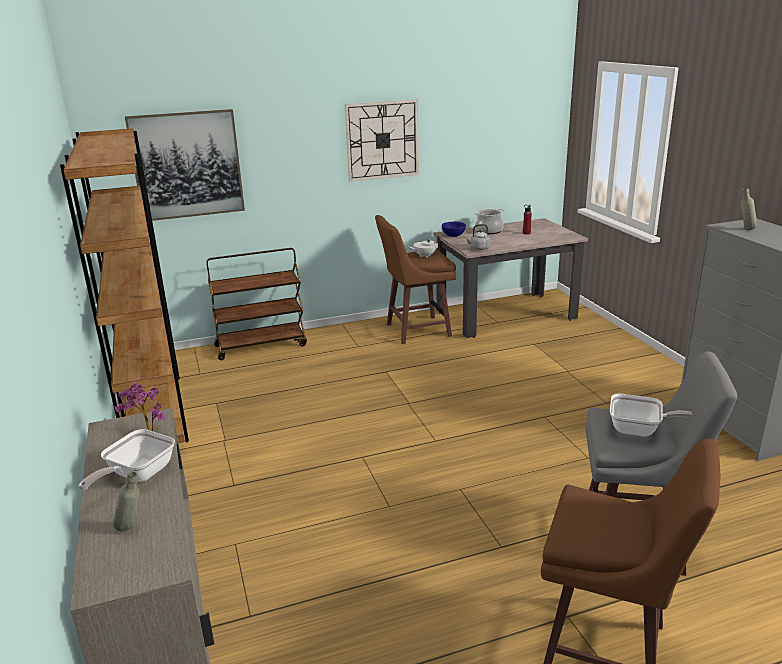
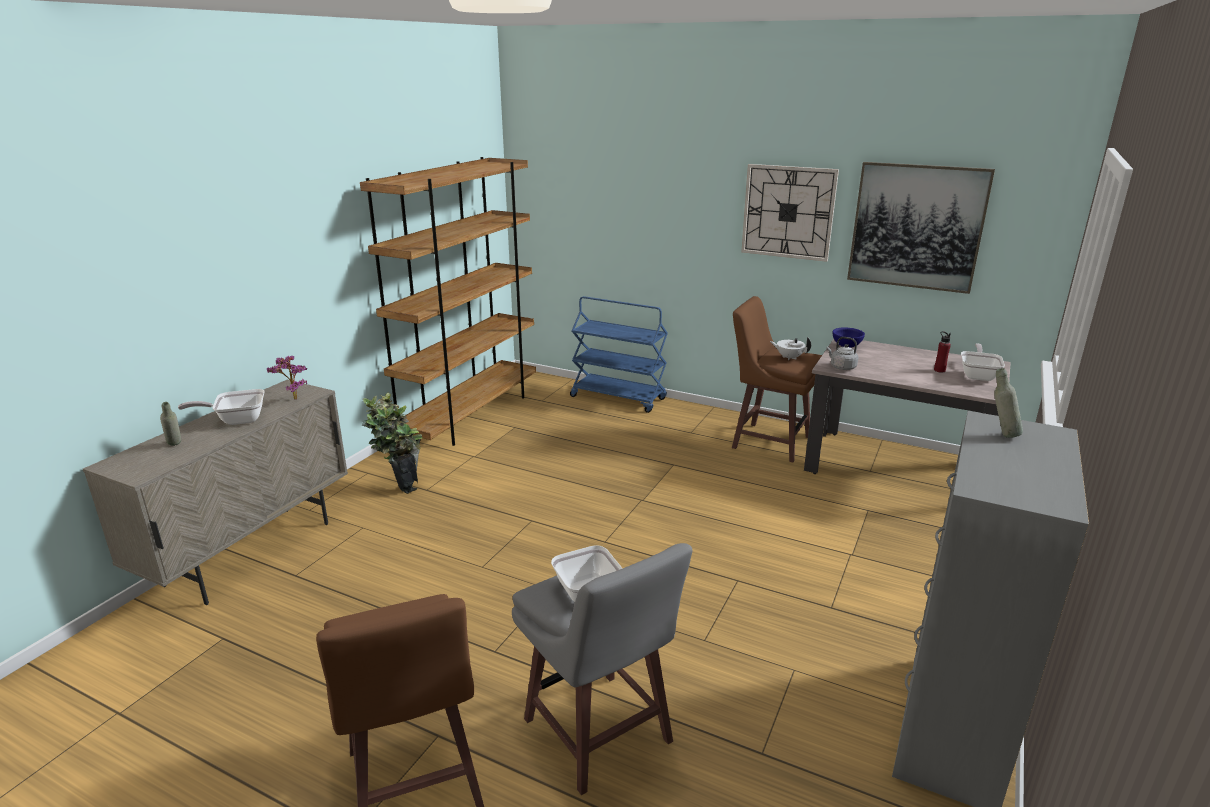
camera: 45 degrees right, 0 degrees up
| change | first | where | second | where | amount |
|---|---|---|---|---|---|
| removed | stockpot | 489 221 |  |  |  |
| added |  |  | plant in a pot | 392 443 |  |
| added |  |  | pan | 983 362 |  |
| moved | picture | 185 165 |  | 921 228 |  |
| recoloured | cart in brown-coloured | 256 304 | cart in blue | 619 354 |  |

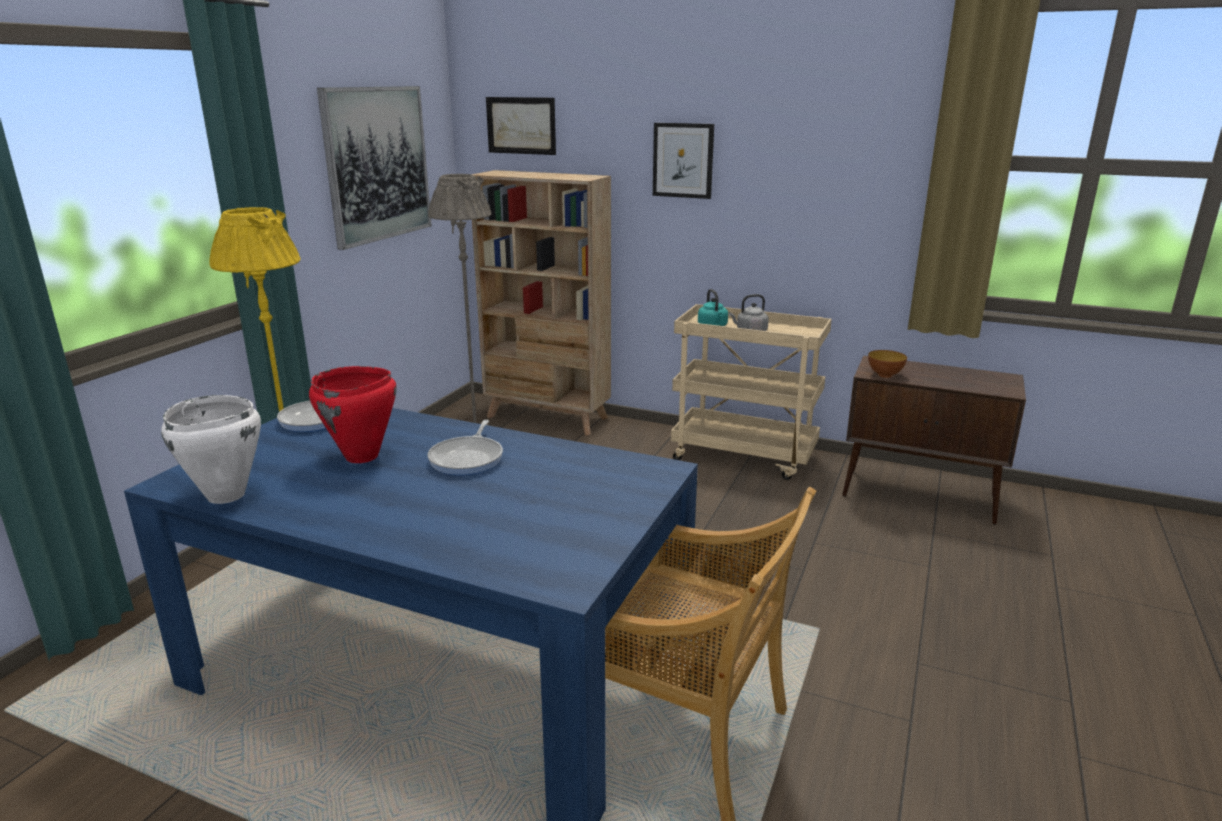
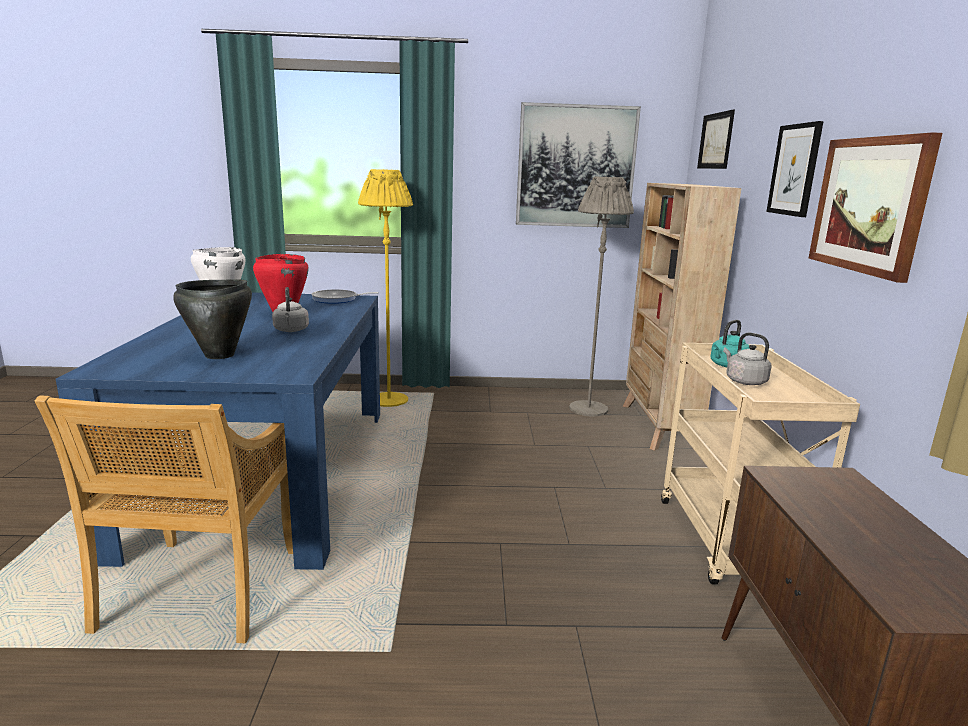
camera: 65 degrees right, 5 degrees down
| change | first | where | second | where | amount |
|---|---|---|---|---|---|
| removed | deep dish | 887 364 |  |  |  |
| added |  |  | stockpot in black | 212 319 |  |
| added |  |  | picture | 876 207 |  |
| replaced | pan | 465 447 | tea kettle in greyish | 290 309 |  |

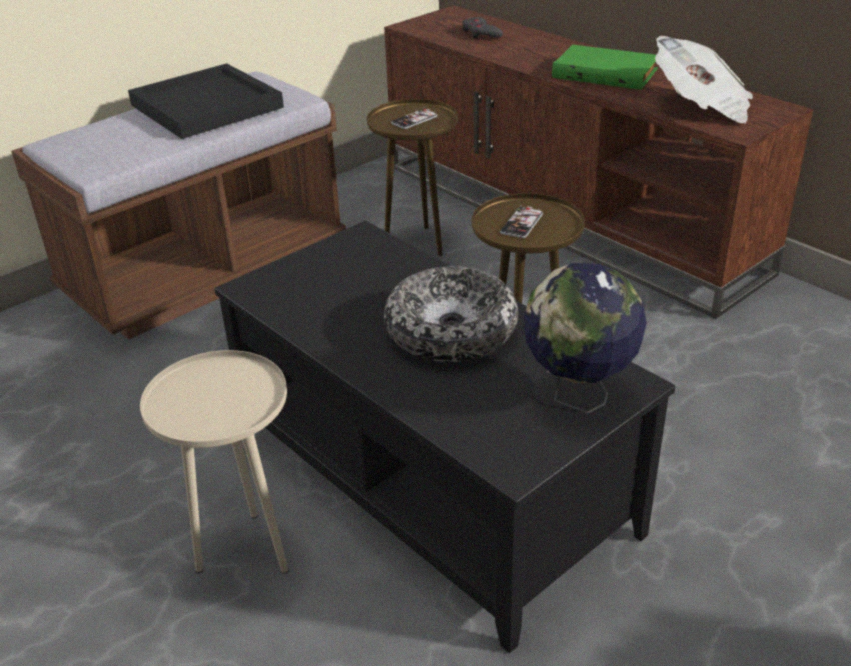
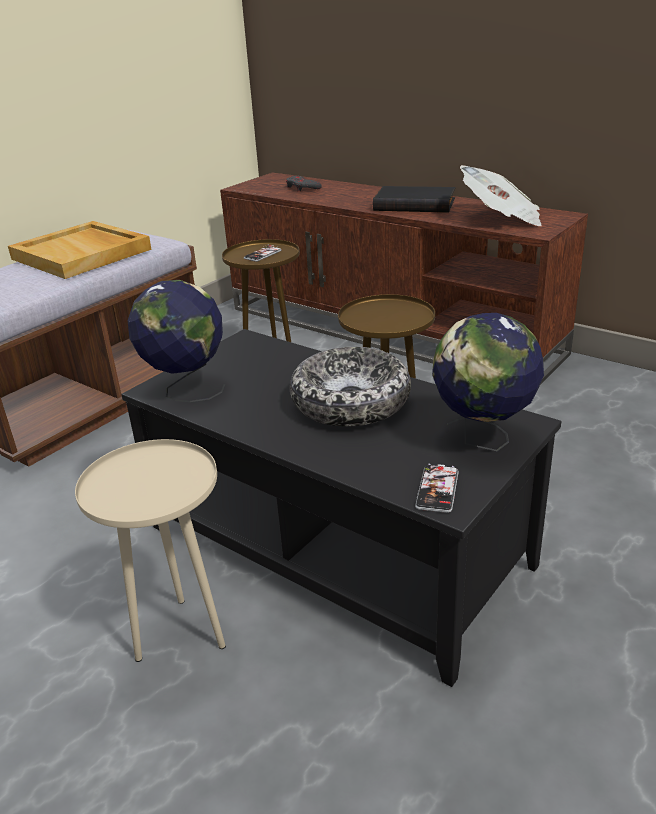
camera: 10 degrees left, 5 degrees down
| change | first | where | second | where | amount |
|---|---|---|---|---|---|
| added |  |  | desk globe | 176 341 |  |
| moved | telephone | 521 221 |  | 437 488 |  |
| recoloured | carrying tray in black | 206 101 | carrying tray in sand-coloured | 80 250 |  |
| recoloured | bound book in greenish | 605 67 | bound book in black | 414 199 |  |

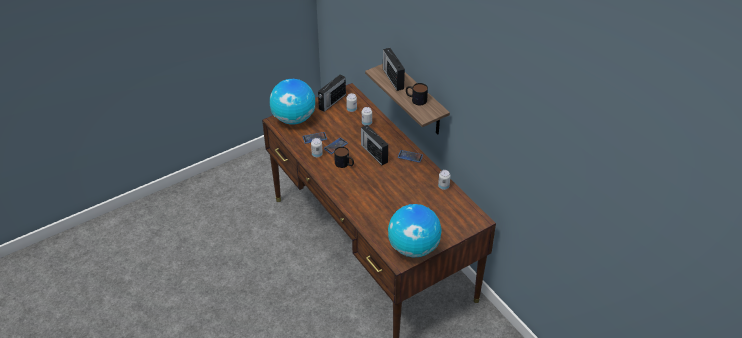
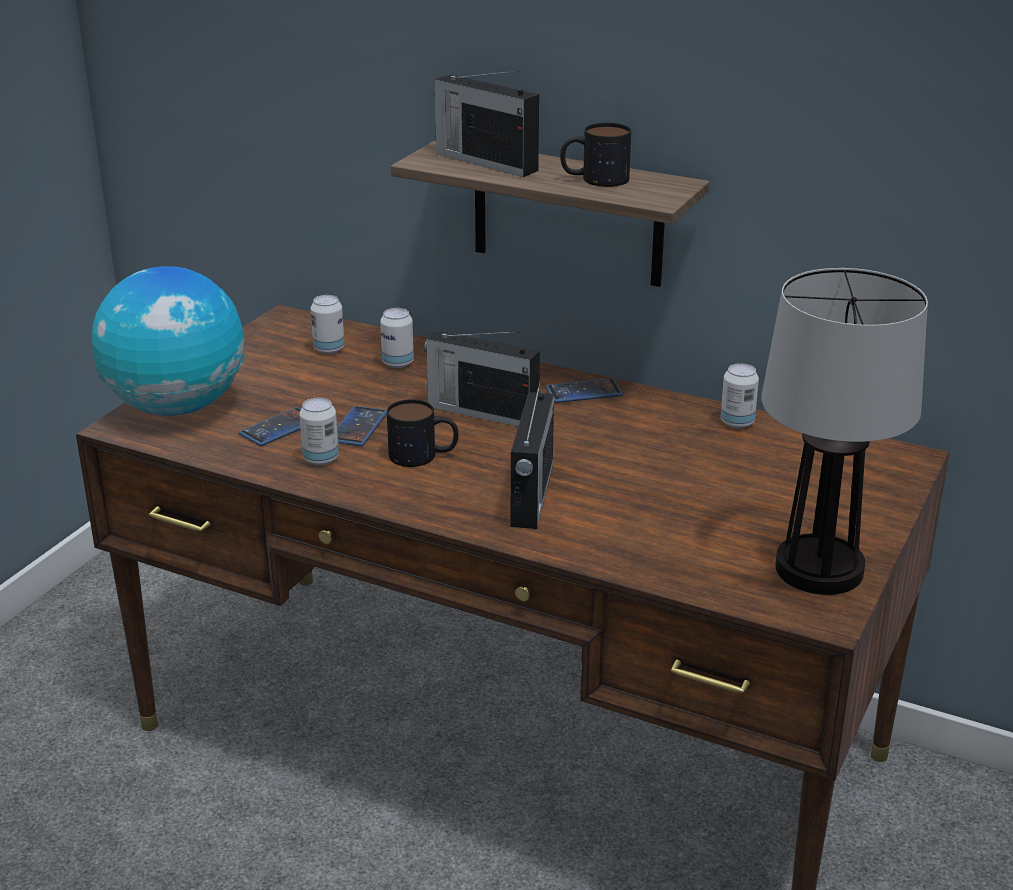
camera: 30 degrees left, 15 degrees down
| change | first | where | second | where | amount |
|---|---|---|---|---|---|
| moved | radio | 332 92 |  | 532 454 |  |
| replaced | desk globe | 415 231 | tabletop lamp | 845 431 |  |

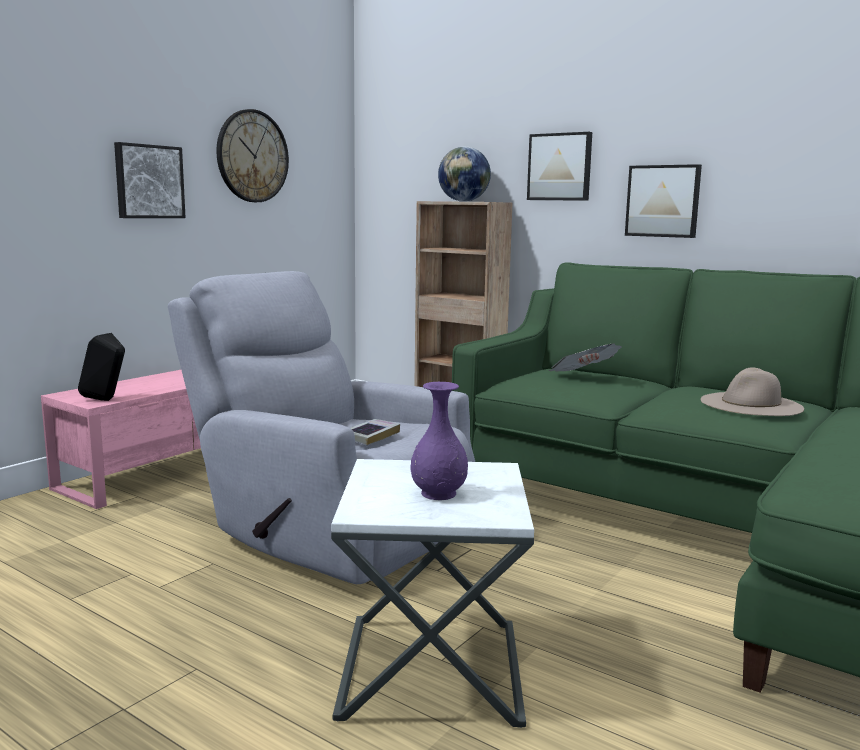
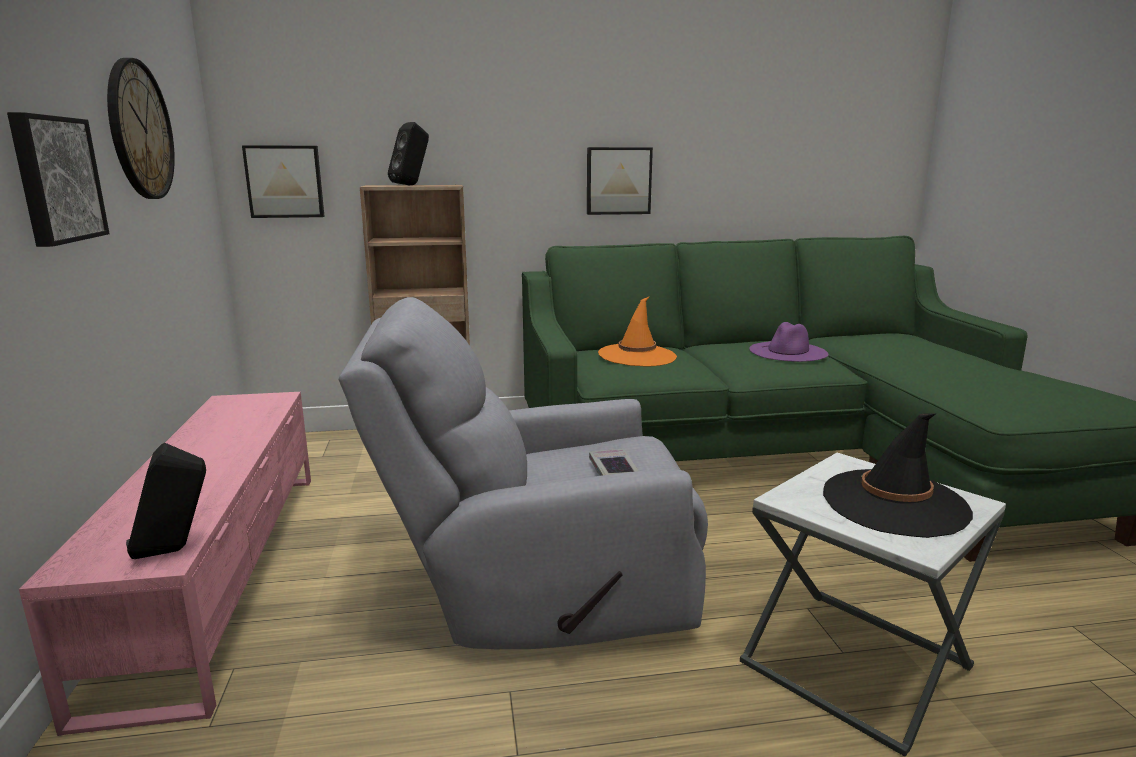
camera: 45 degrees left, 5 degrees up
| change | first | where | second | where | amount |
|---|---|---|---|---|---|
| moved | picture | 559 166 |  | 283 181 |  |
| replaced | flower vase in purple-coloured | 439 441 | wearable hat in black | 898 475 |  |
| replaced | desk globe | 464 174 | audio speaker in black | 408 153 |  |
| replaced | newspaper | 585 357 | wearable hat in orange | 637 331 |  |
| recoloured | wearable hat in sand-coloured | 752 392 | wearable hat in purple-coloured | 789 342 |  |

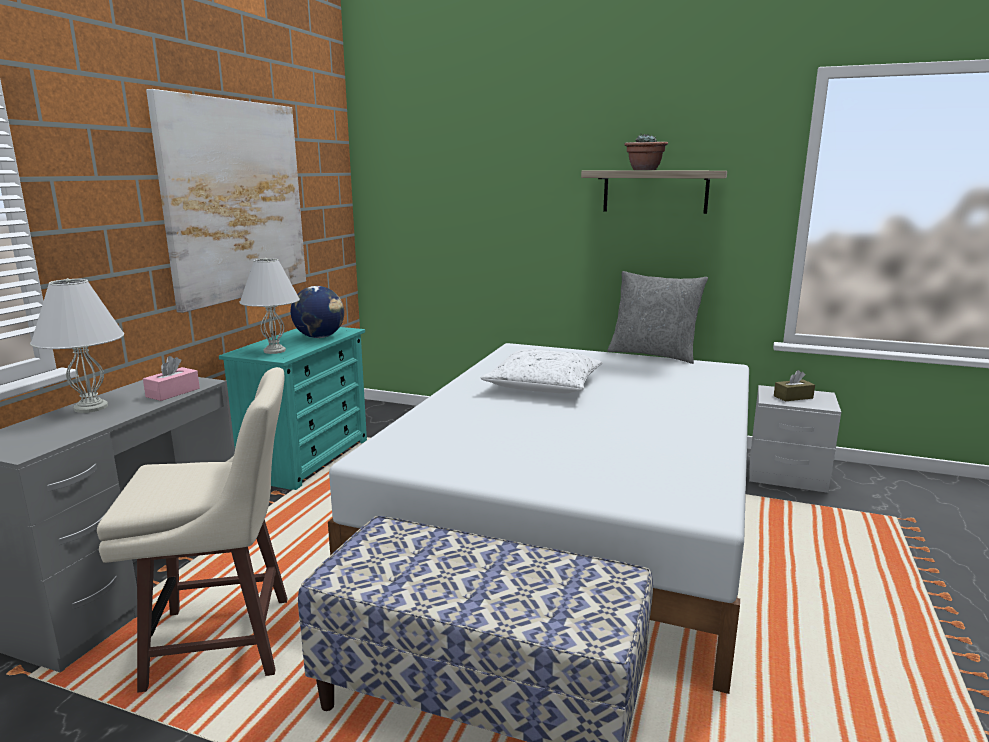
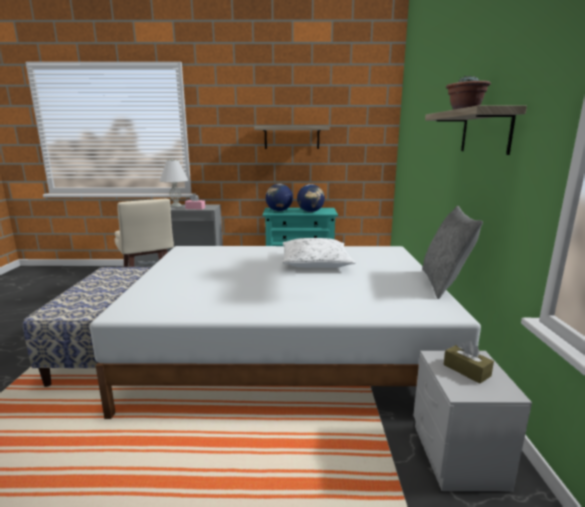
camera: 70 degrees right, 0 degrees up
| change | first | where | second | where | amount |
|---|---|---|---|---|---|
| replaced | picture | 226 201 | wall shelf | 292 137 |  |
| replaced | tabletop lamp in white | 269 306 | desk globe | 279 197 |  |

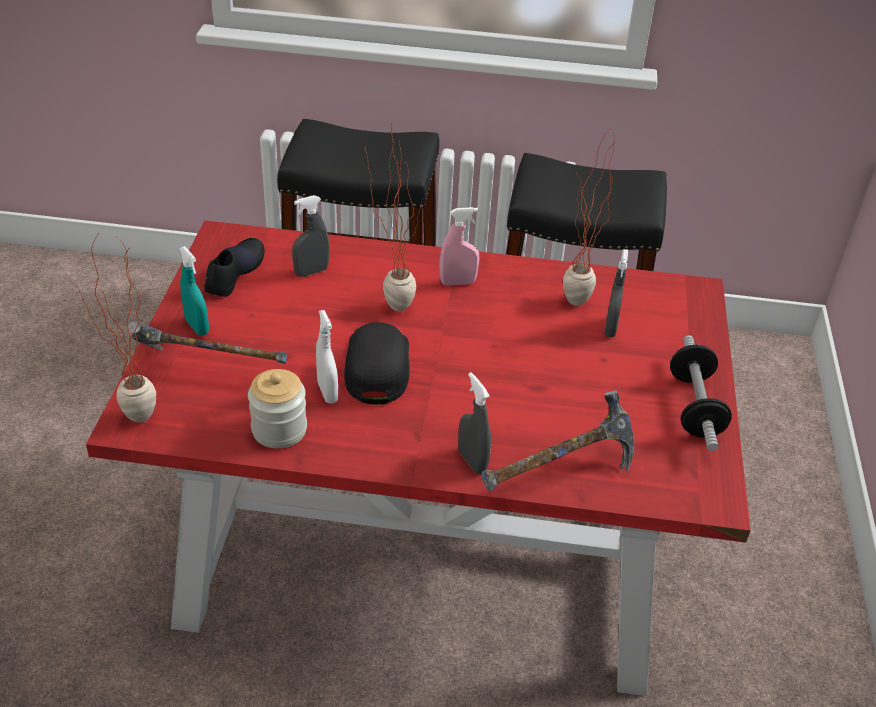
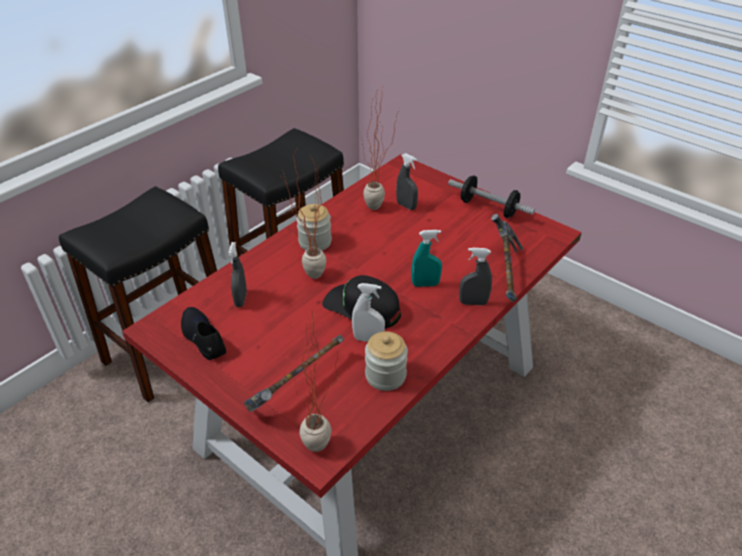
camera: 55 degrees left, 0 degrees up
| change | first | where | second | where | amount |
|---|---|---|---|---|---|
| moved | spray bottle in turquoise-coloured | 194 291 |  | 426 258 |  |
| replaced | spray bottle in pinkish | 460 246 | preserve jar | 314 227 |  |

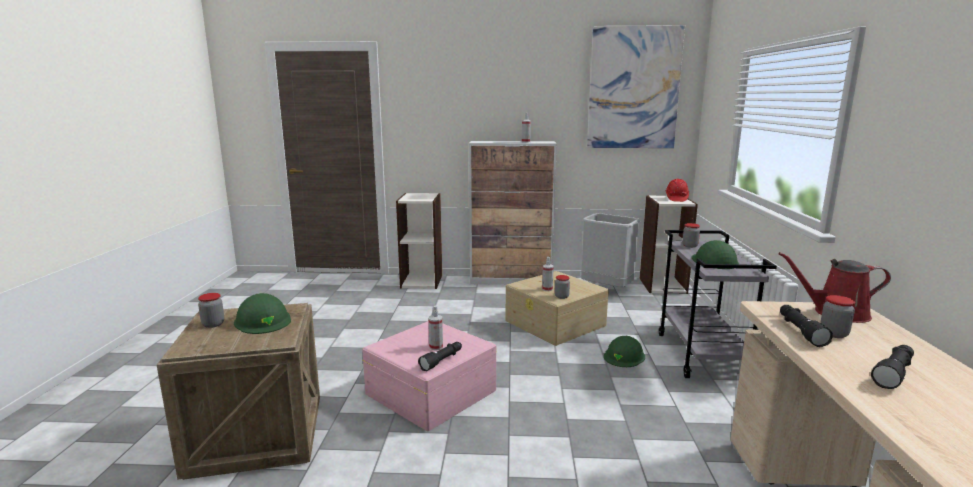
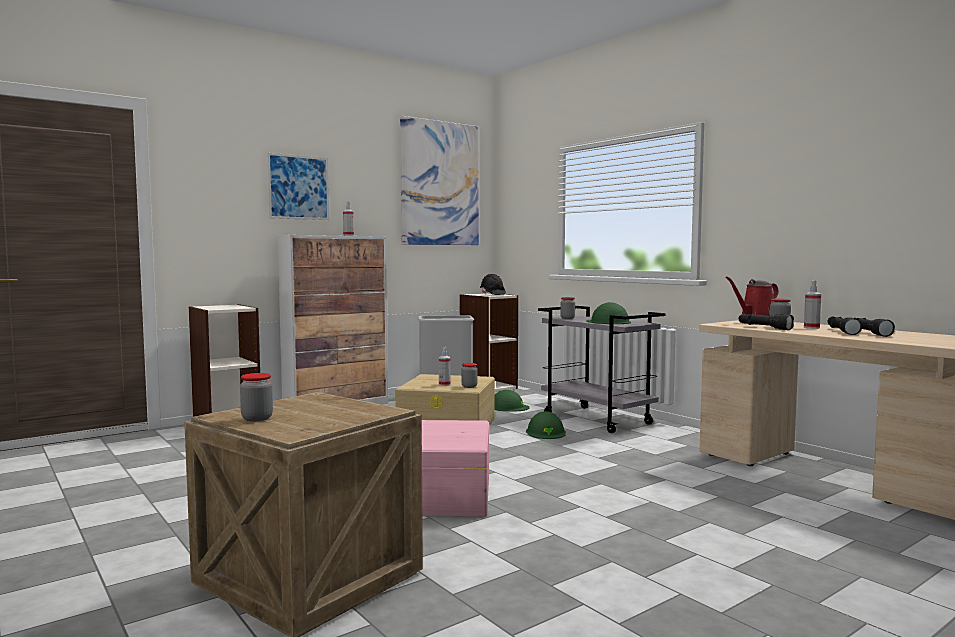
camera: 40 degrees left, 10 degrees down
| change | first | where | second | where | amount |
|---|---|---|---|---|---|
| added |  |  | picture | 298 186 |  |
| moved | hard hat in greenish | 262 313 |  | 512 400 |  |
| moved | hand torch in black | 440 356 |  | 875 327 |  |
| moved | spray bottle | 436 328 |  | 813 305 |  |
| recoloured | hard hat in reddish | 677 190 | hard hat in black | 493 284 |  |

